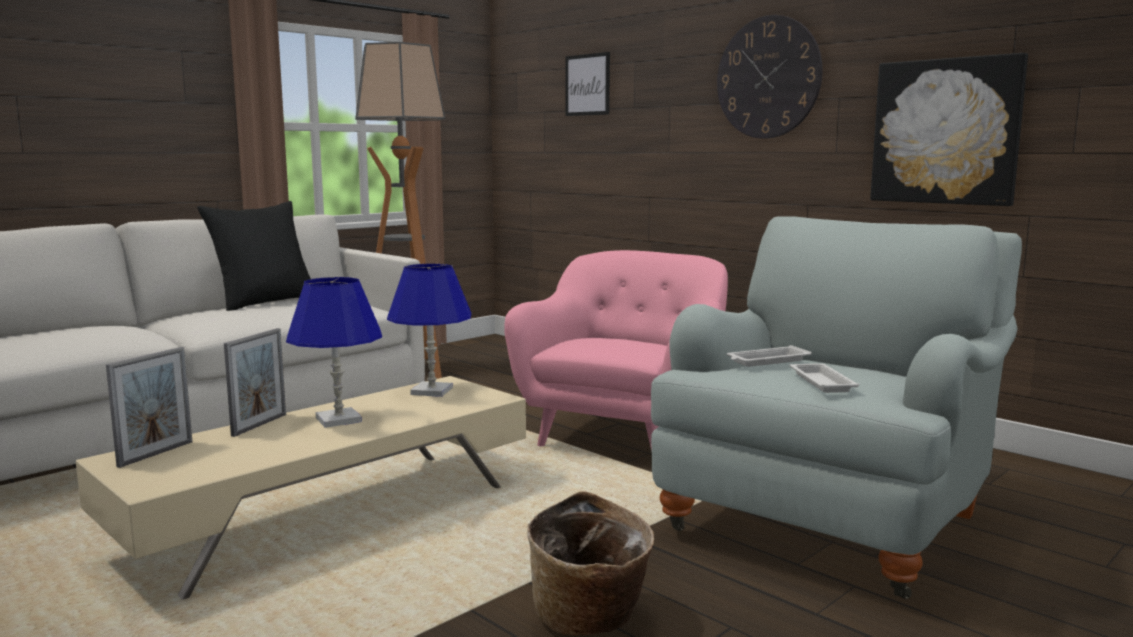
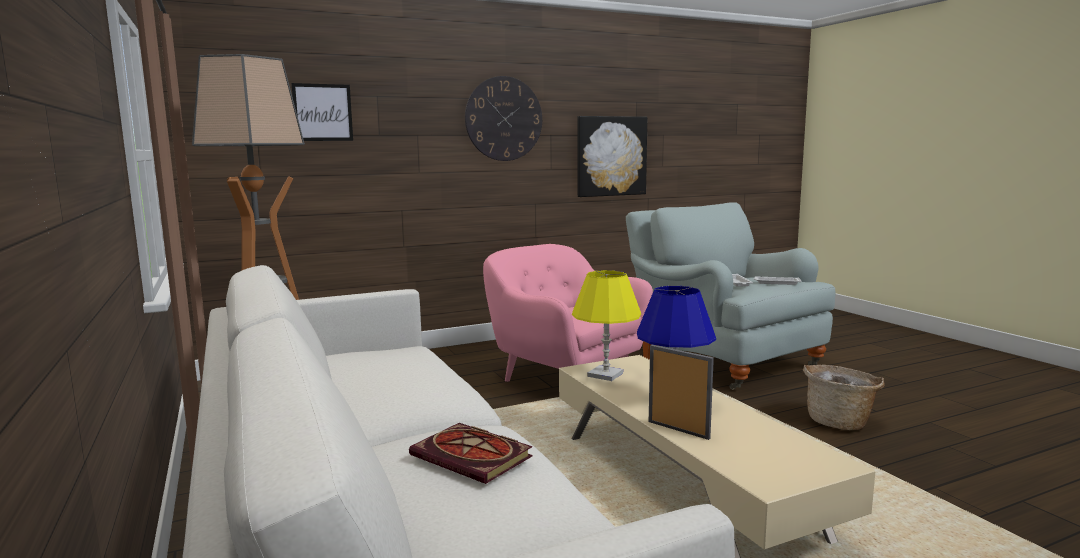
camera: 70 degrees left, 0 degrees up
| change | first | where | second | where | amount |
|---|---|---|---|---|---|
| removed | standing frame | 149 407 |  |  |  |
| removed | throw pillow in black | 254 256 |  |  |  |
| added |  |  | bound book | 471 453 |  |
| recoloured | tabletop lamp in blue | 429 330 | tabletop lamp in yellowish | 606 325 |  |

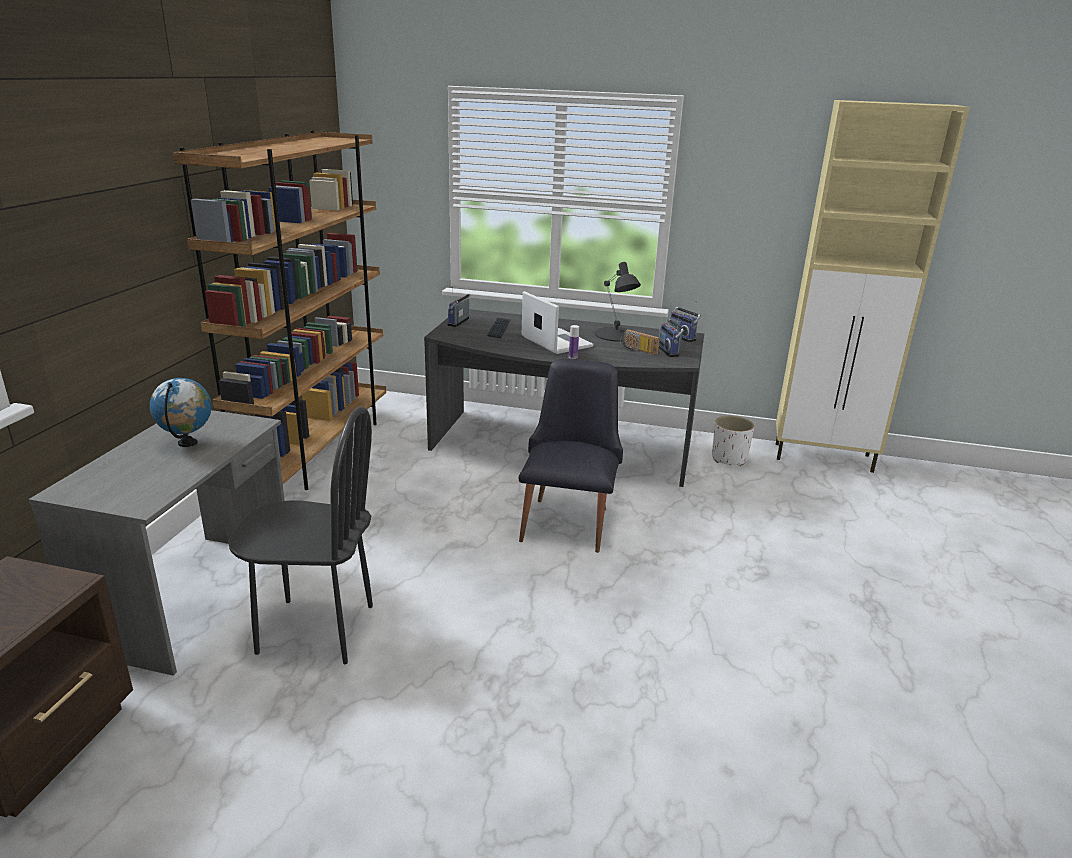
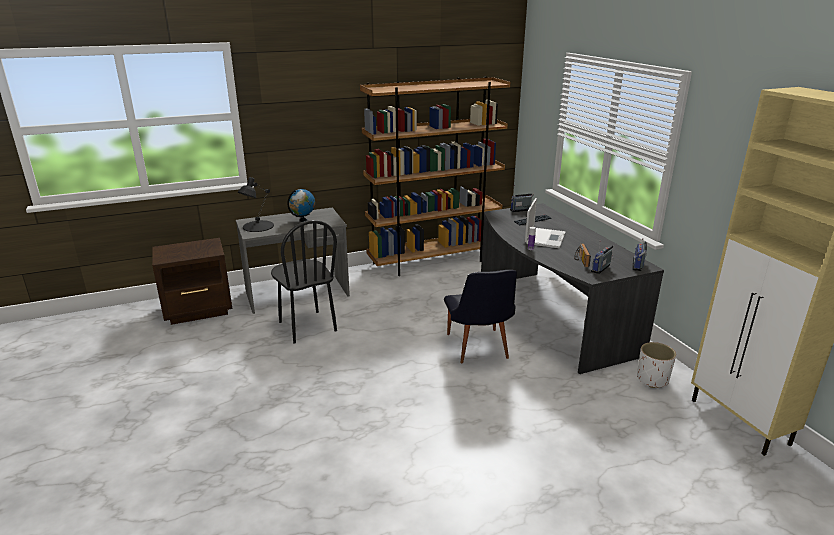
camera: 55 degrees right, 0 degrees up
| change | first | where | second | where | amount |
|---|---|---|---|---|---|
| moved | tabletop lamp in black | 618 302 |  | 256 204 |  |
| turned | chair in black | 571 456 |  | 480 316 | 105 degrees clockwise |

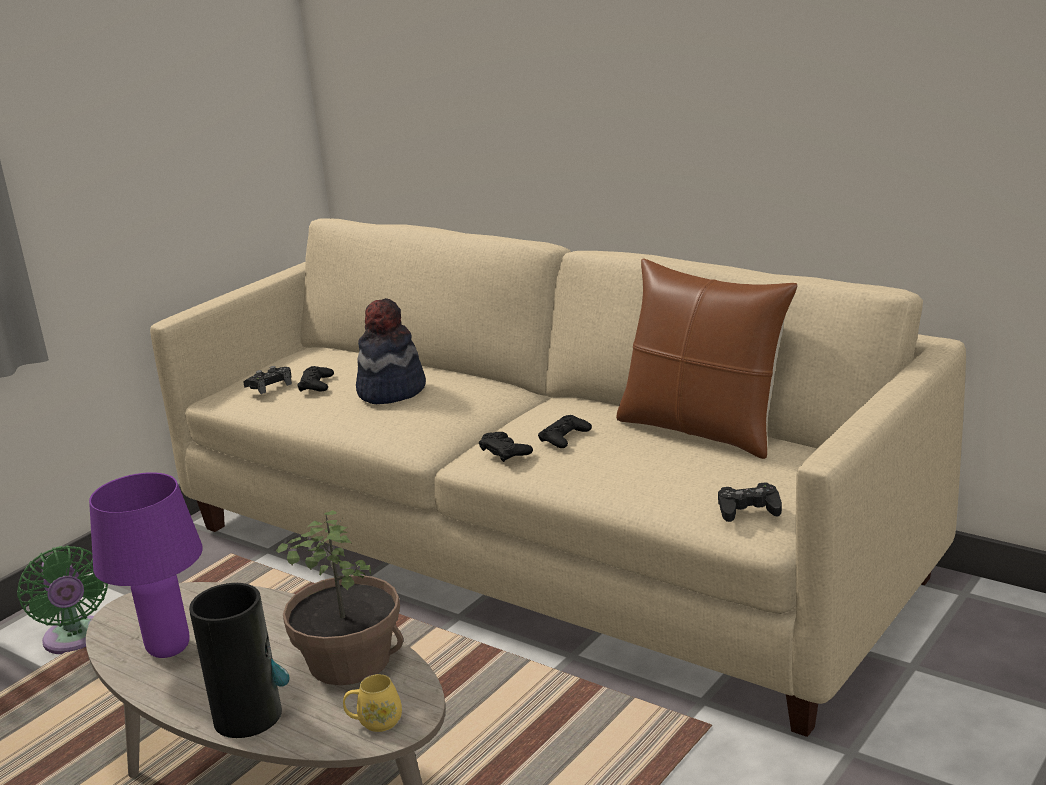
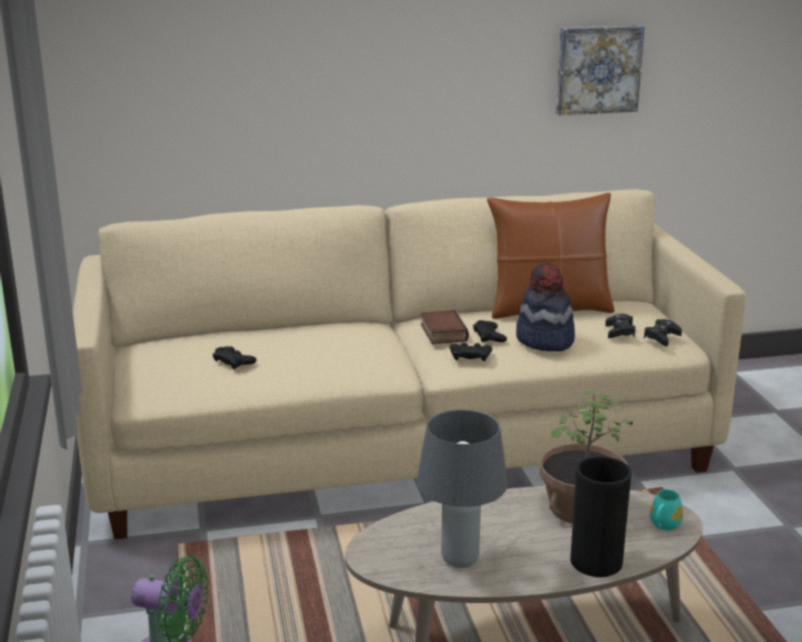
camera: 50 degrees left, 0 degrees up
| change | first | where | second | where | amount |
|---|---|---|---|---|---|
| added |  |  | bound book | 445 327 |  |
| added |  |  | picture | 600 70 |  |
| moved | gamepad in black | 267 380 |  | 620 326 |  |
| moved | wearable hat | 391 351 |  | 545 307 |  |
| recoloured | tabletop lamp in purple-coloured | 146 565 | tabletop lamp in greyish | 462 488 |  |
| recoloured | tea mug in yellowish | 372 703 | tea mug in turquoise-coloured | 666 509 |  |

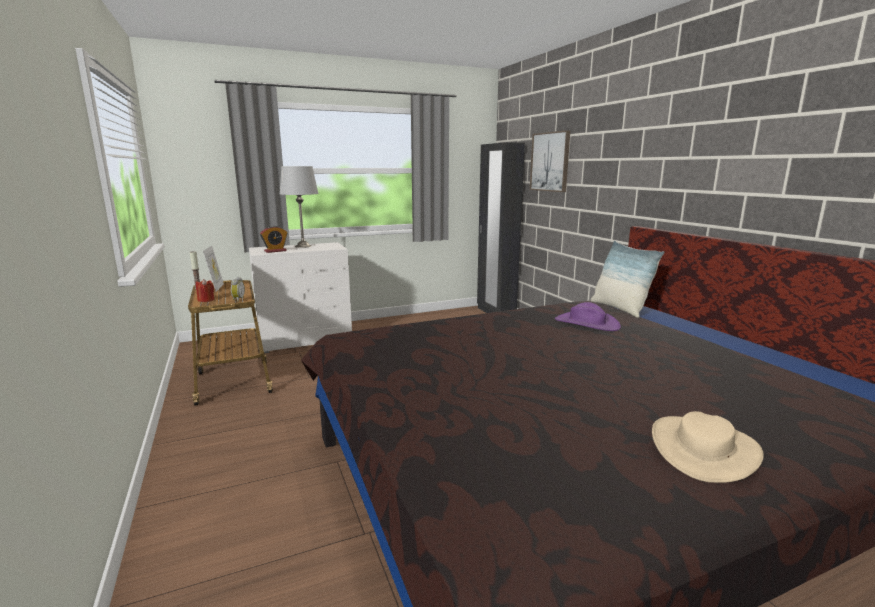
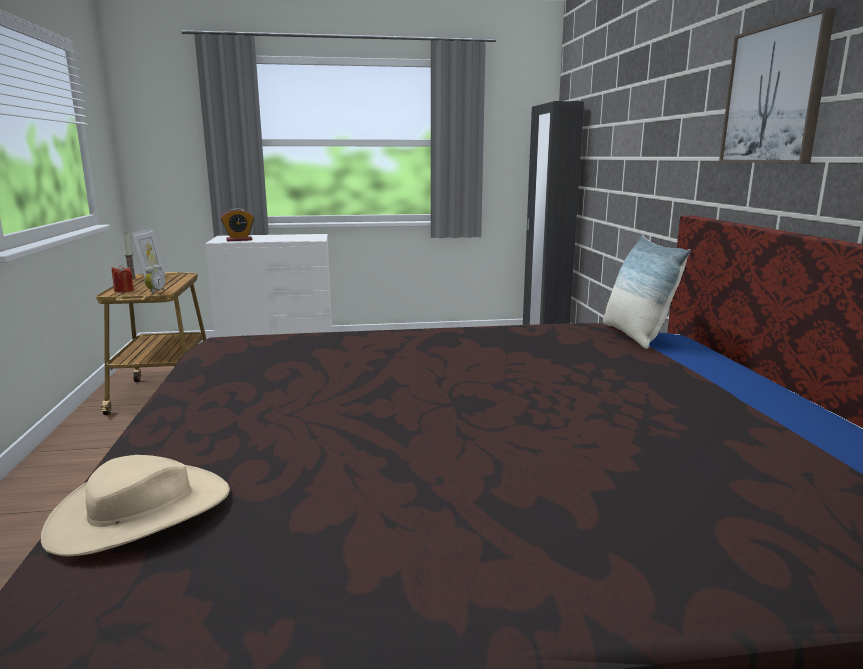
camera: 15 degrees right, 0 degrees up
| change | first | where | second | where | amount |
|---|---|---|---|---|---|
| removed | tabletop lamp in greyish | 299 207 |  |  |  |
| removed | wearable hat in purple-coloured | 588 316 |  |  |  |
| moved | picture | 550 161 |  | 777 85 |  |
| moved | wearable hat in sand-coloured | 708 447 |  | 135 506 |  |

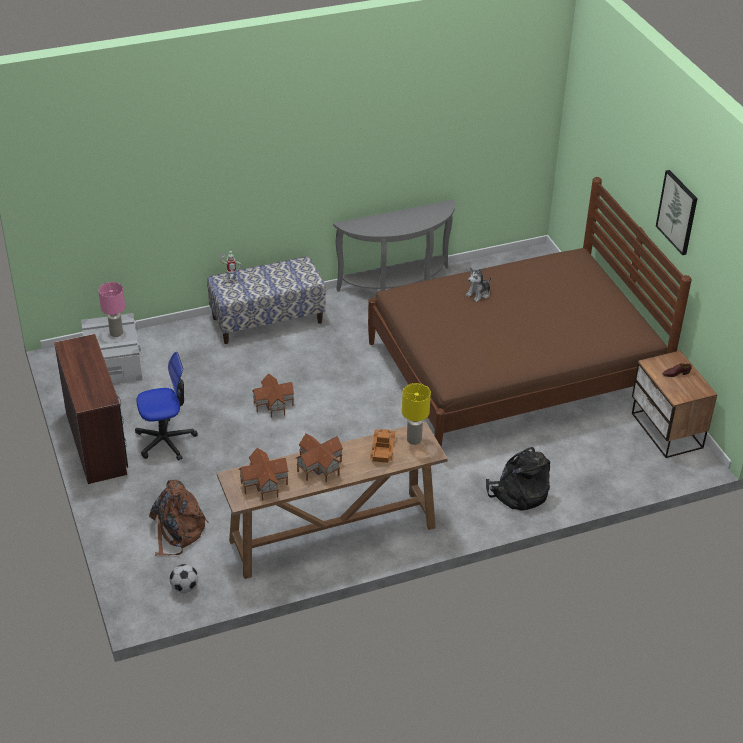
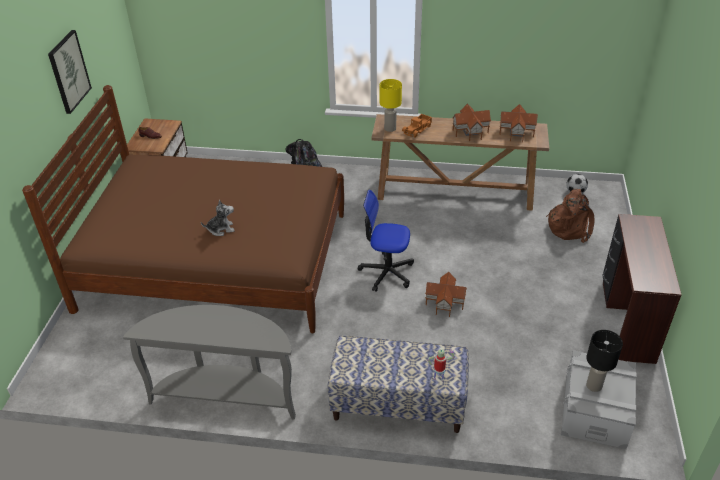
camera: 150 degrees left, 0 degrees up
| change | first | where | second | where | amount |
|---|---|---|---|---|---|
| moved | desk chair | 166 406 |  | 386 241 |  |
| recoloured | tabletop lamp in pinkish | 112 309 | tabletop lamp in black | 604 361 |  |

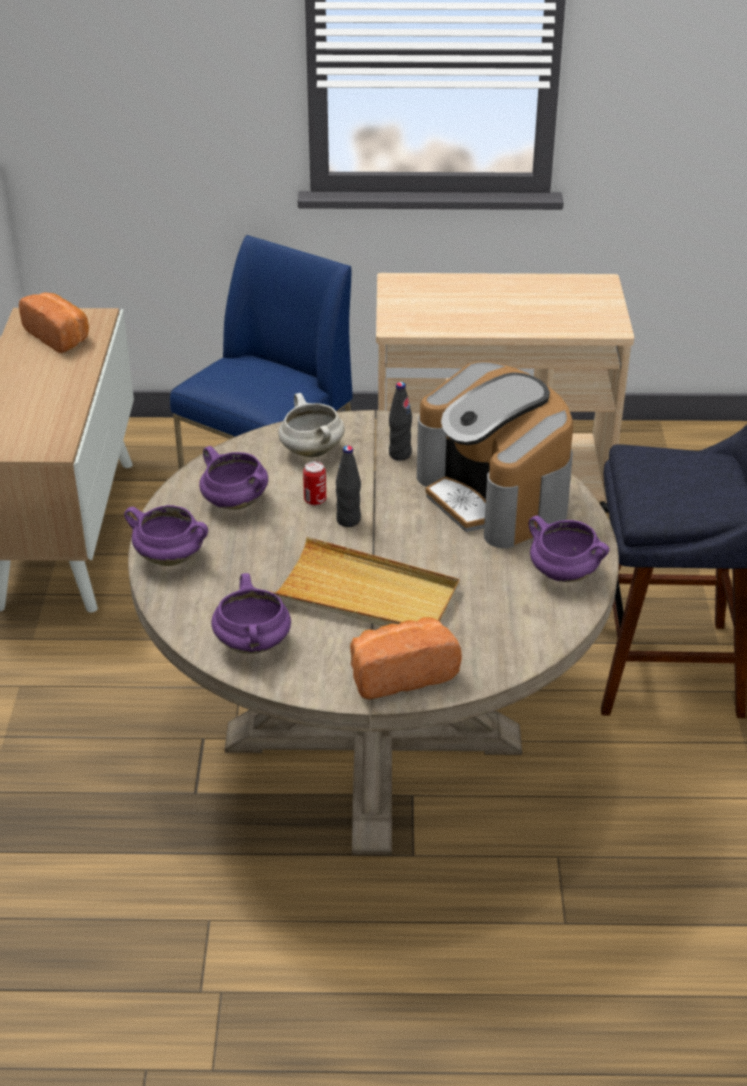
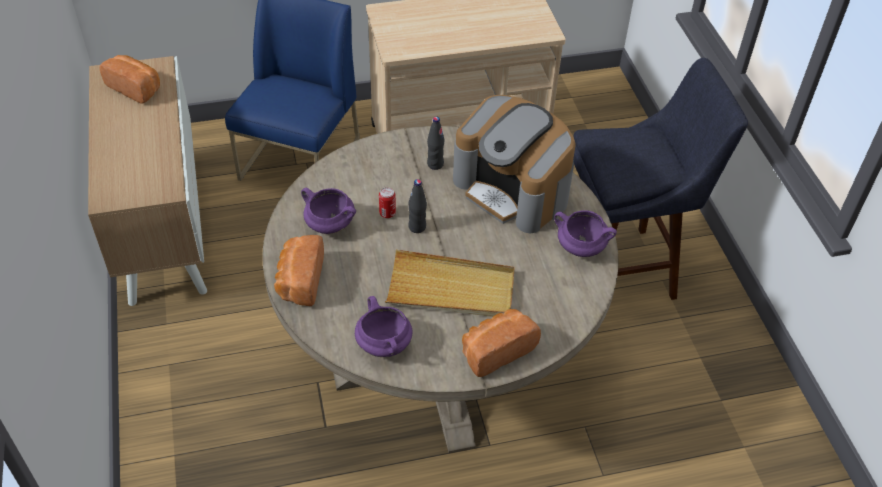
camera: 15 degrees left, 10 degrees up
| change | first | where | second | where | amount |
|---|---|---|---|---|---|
| removed | stockpot in white | 311 425 |  |  |  |
| replaced | stockpot in purple-coloured | 166 535 | bakery bread | 299 270 |  |

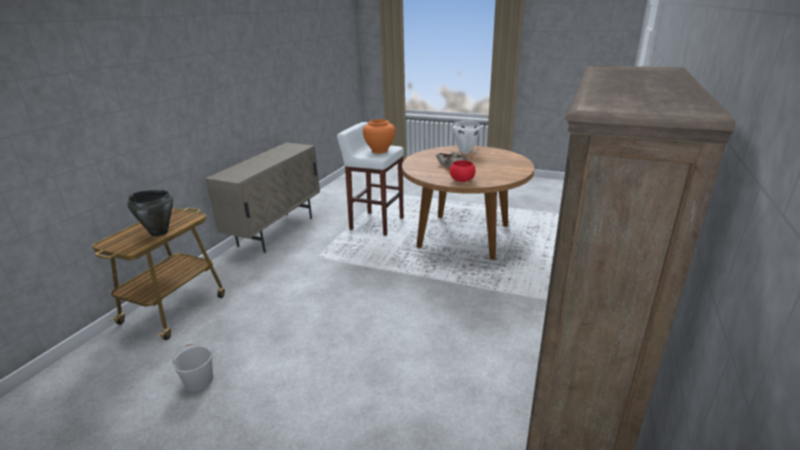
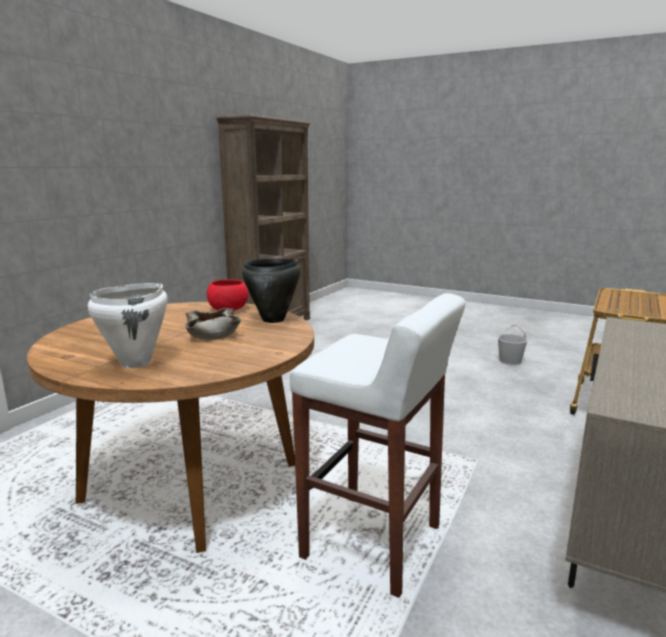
camera: 175 degrees left, 10 degrees down
| change | first | where | second | where | amount |
|---|---|---|---|---|---|
| removed | flower vase in orange | 379 136 |  |  |  |
| moved | stockpot in black | 150 213 |  | 271 291 |  |

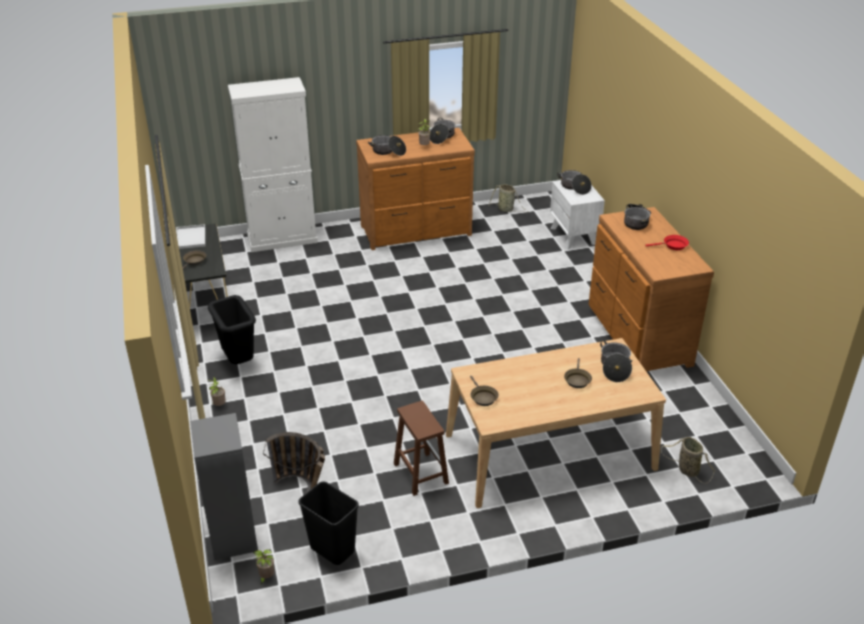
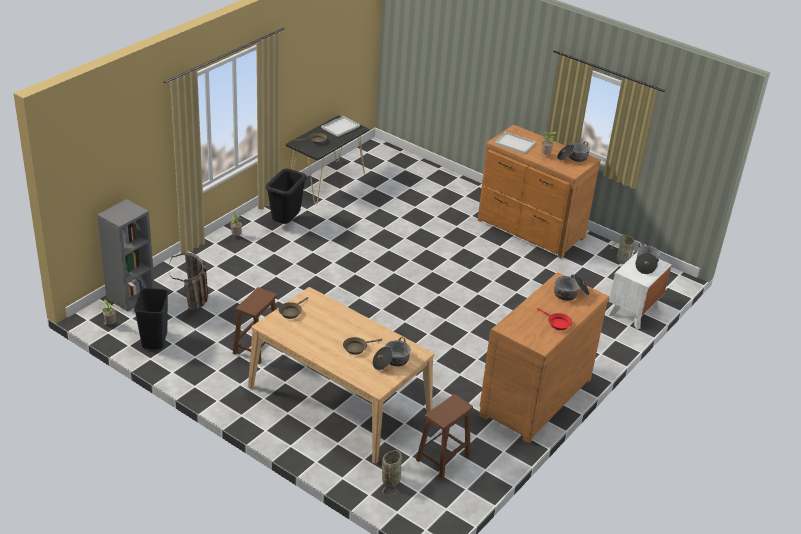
camera: 50 degrees right, 0 degrees up
| change | first | where | second | where | amount |
|---|---|---|---|---|---|
| removed | storage cabinet in white | 273 164 |  |  |  |
| added |  |  | stool seat in brown-coloured | 444 436 |  |
| replaced | stockpot | 387 145 | carrying tray in white | 515 143 |  |

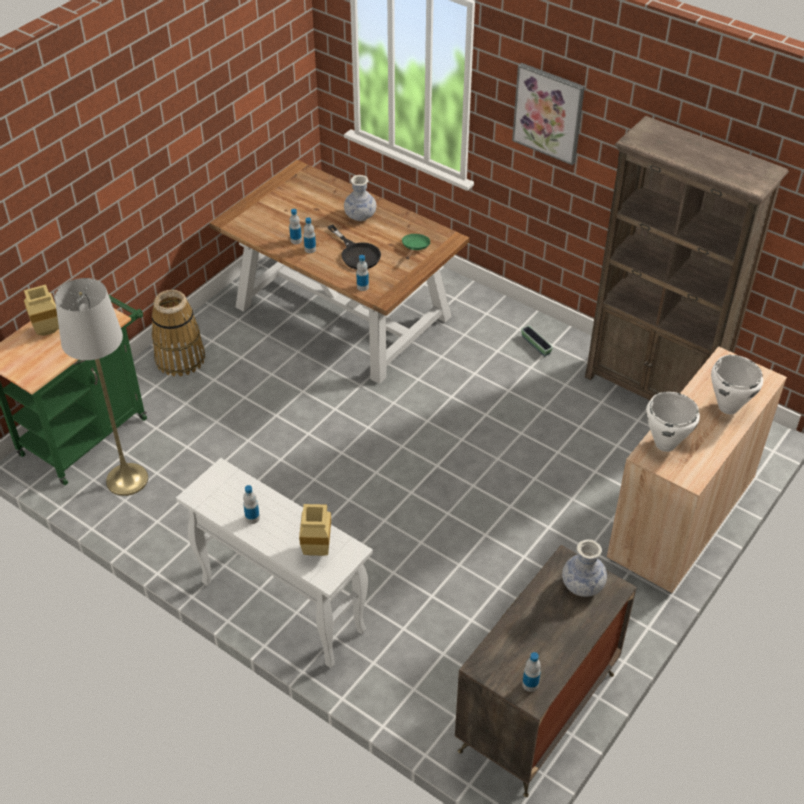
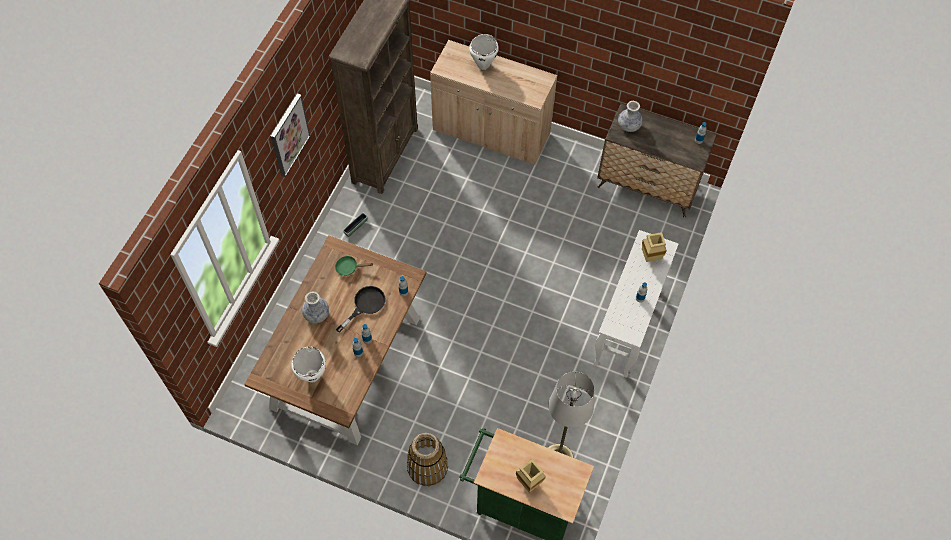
camera: 105 degrees left, 15 degrees up
| change | first | where | second | where | amount |
|---|---|---|---|---|---|
| moved | stockpot in white | 673 422 |  | 308 364 |  |

